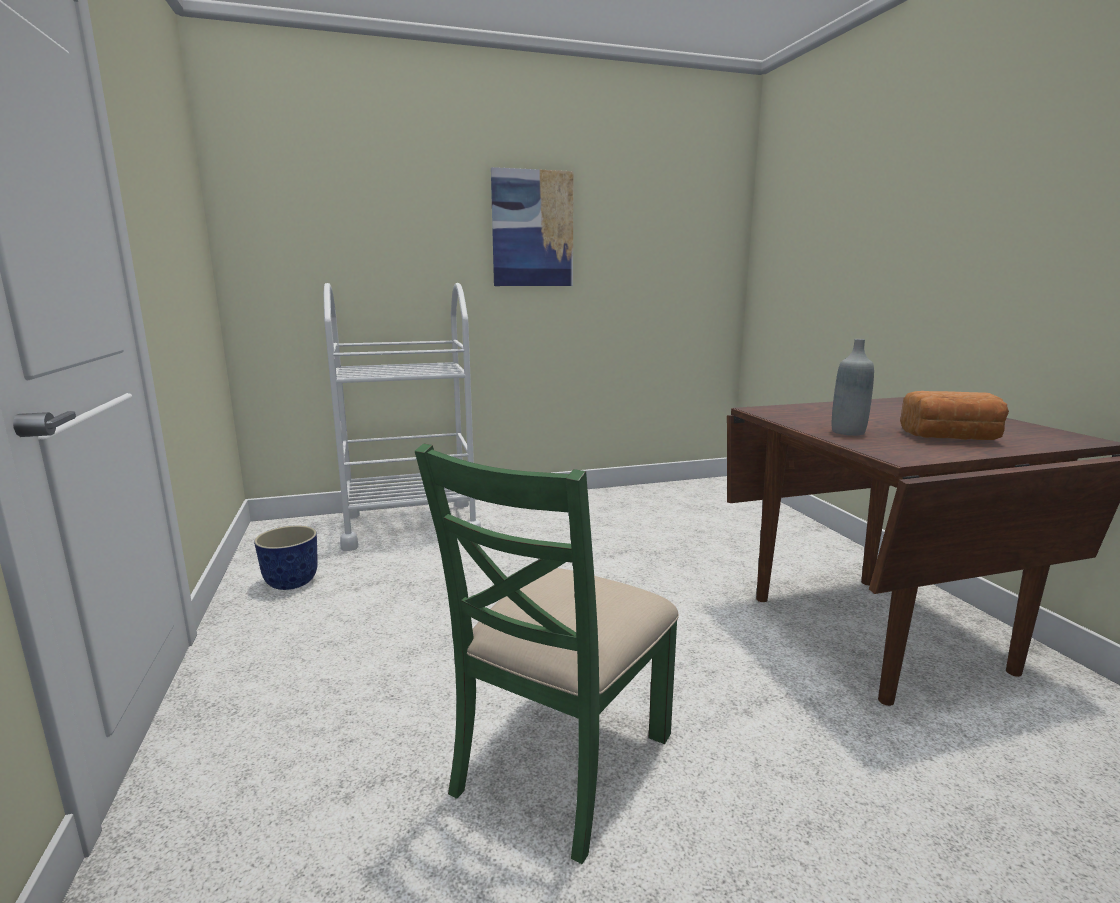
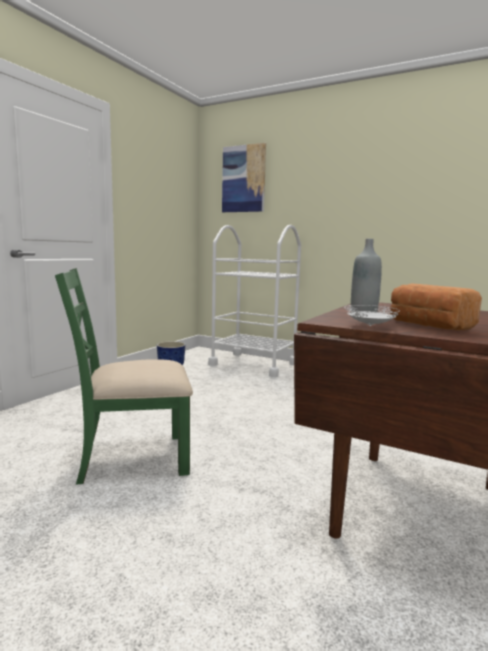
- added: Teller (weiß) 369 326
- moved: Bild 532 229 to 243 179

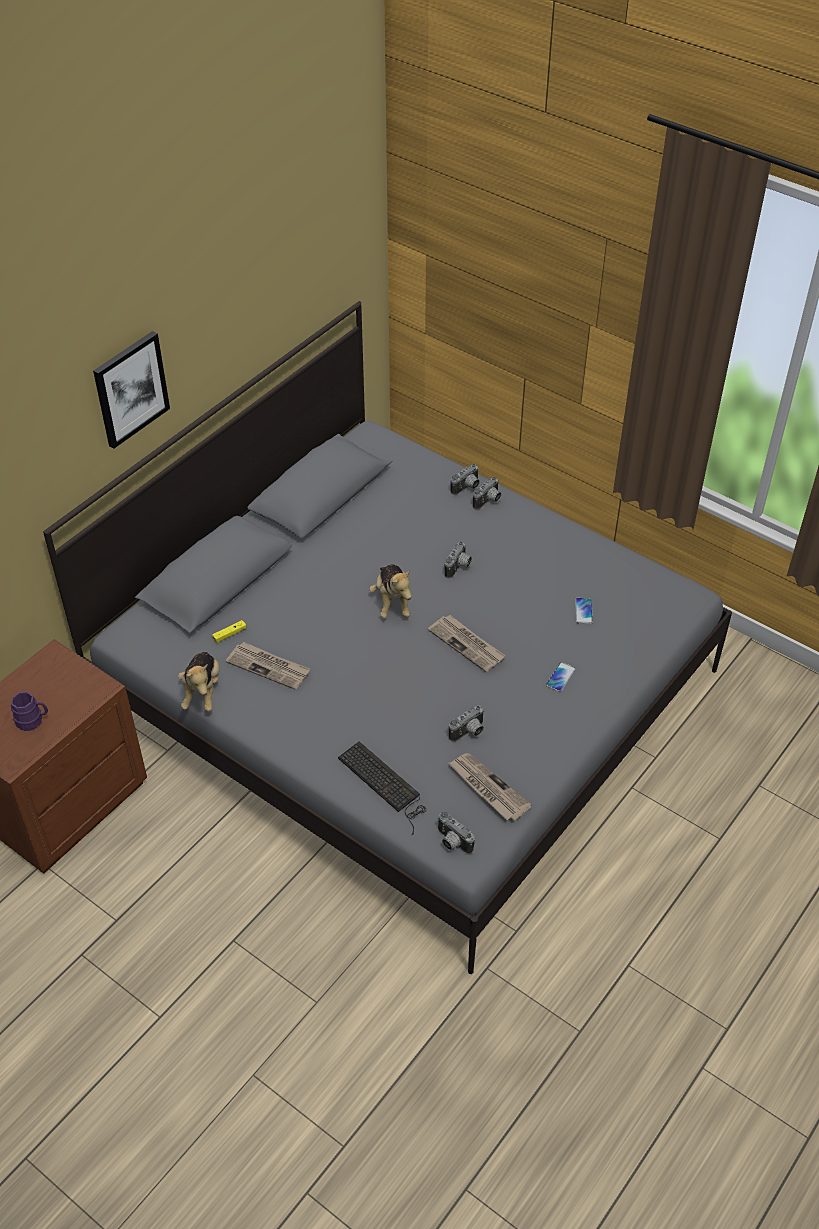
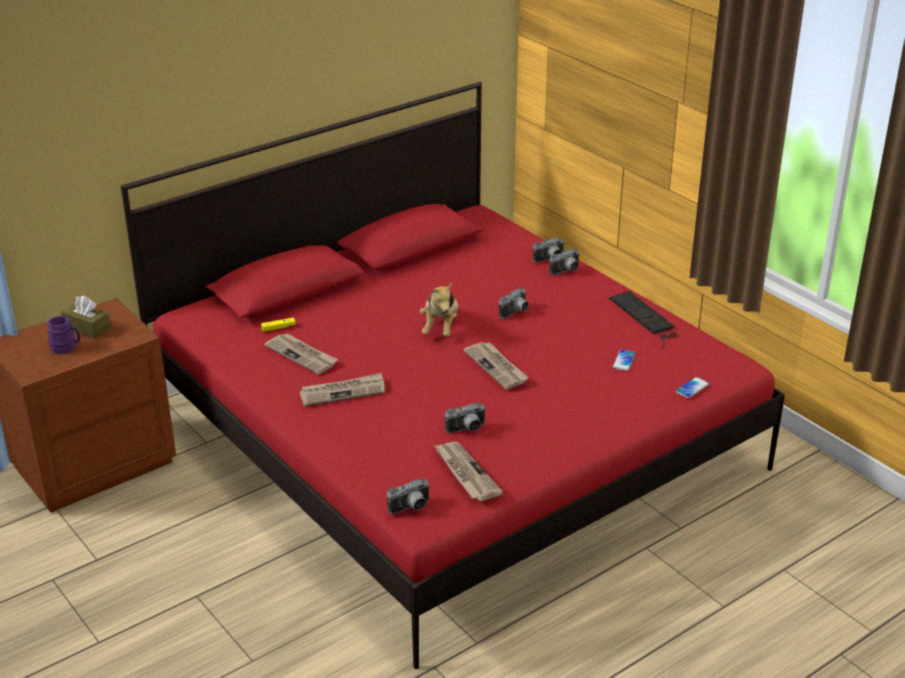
- removed: Bild 130 389
- removed: Plüschtier 202 691
- added: Taschentuchbox (braun) 87 328
- added: Zeitung 343 392
- moved: Tastatur 385 785 to 645 318
- moved: Handy 560 677 to 692 388
- recoloured: Bett (grau) 409 691 to Bett (rot) 452 435
- turned: Kamera 452 842 = 411 508 90 degrees counterclockwise

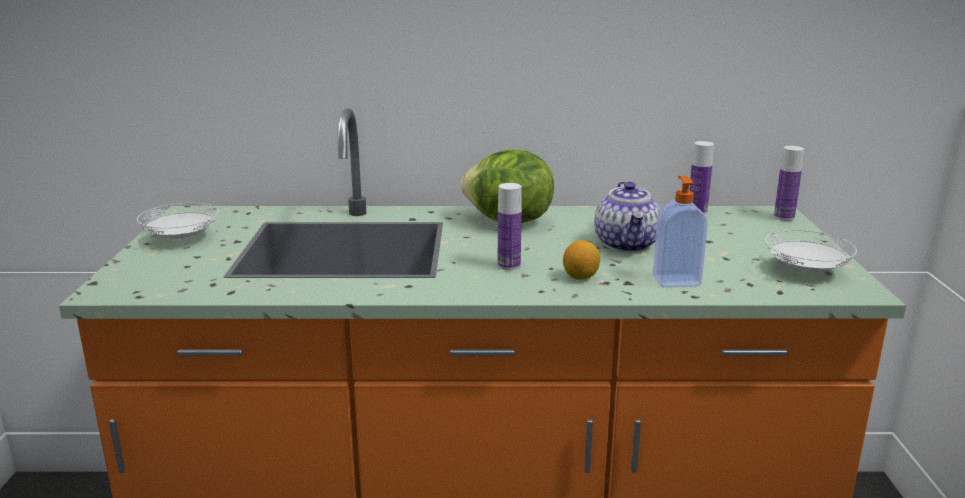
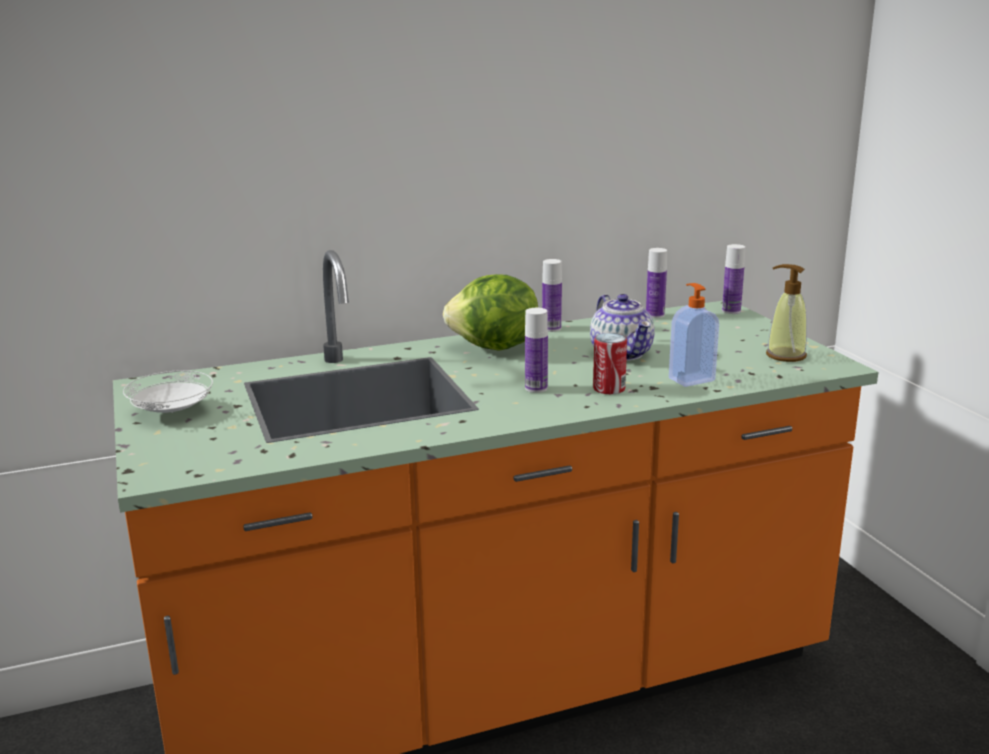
- added: Flasche 551 328
- replaced: Zitrone 580 277 to Dose 609 389
- replaced: Teller (weiß) 805 271 to Seifenspender 785 355

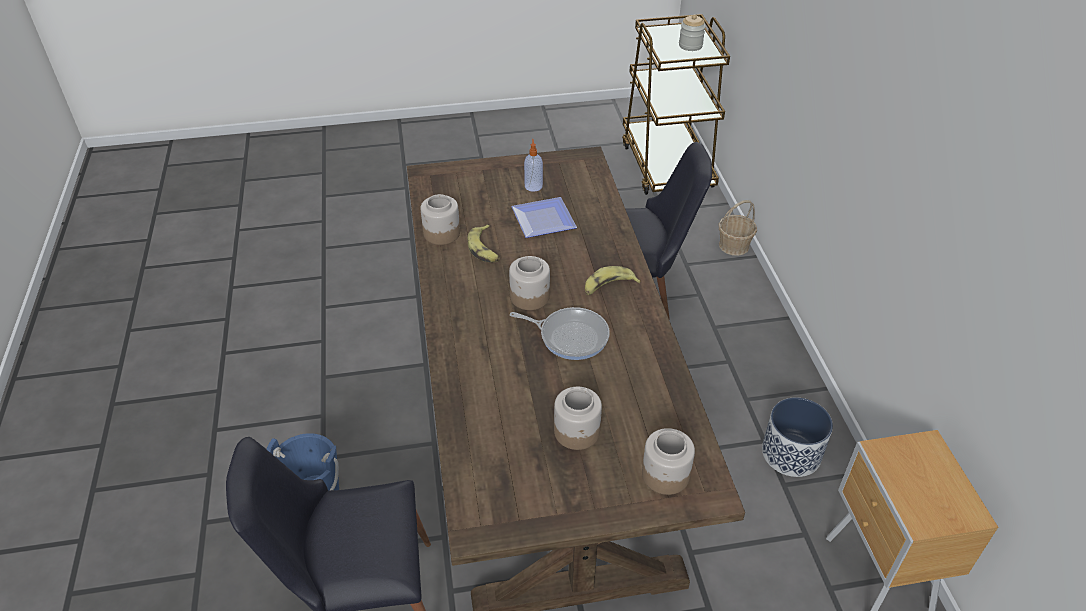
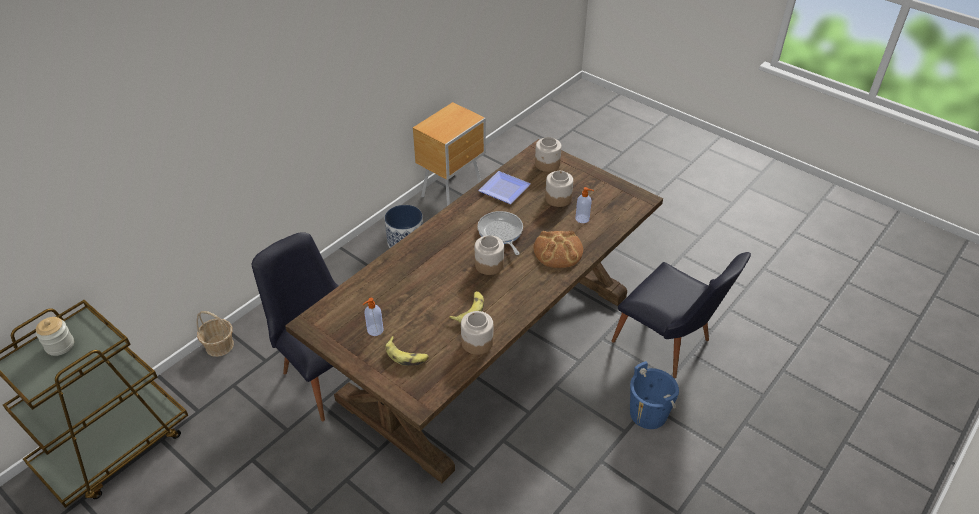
- added: Brot 558 251
- added: Seifenspender 583 219
- moved: Teller 541 219 to 504 190
- moved: Banane 608 286 to 406 355

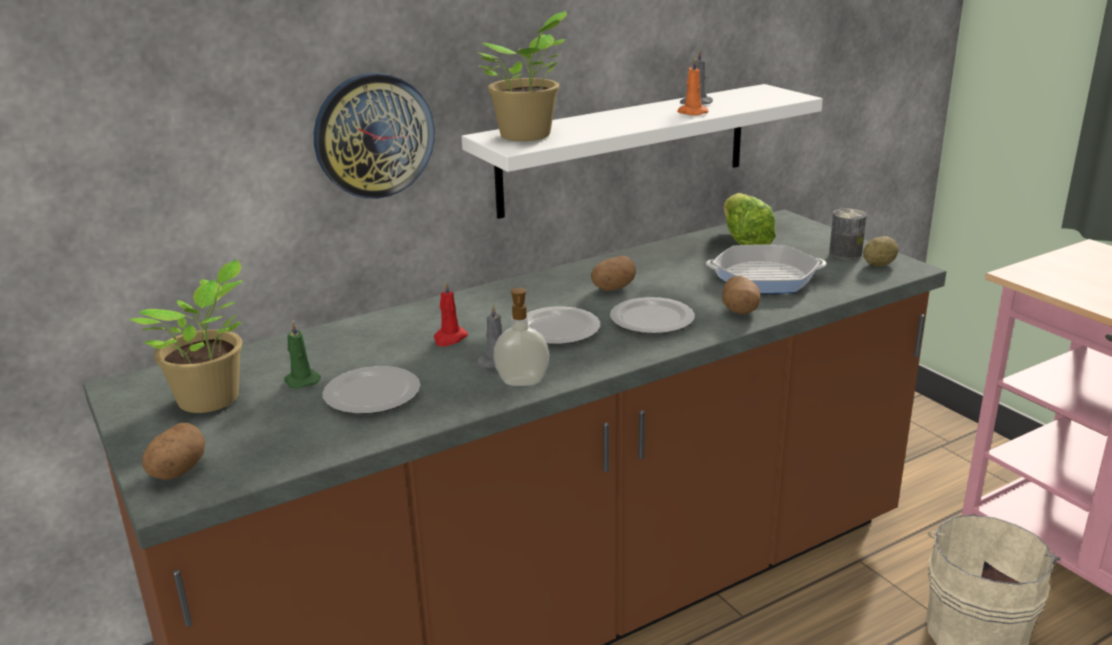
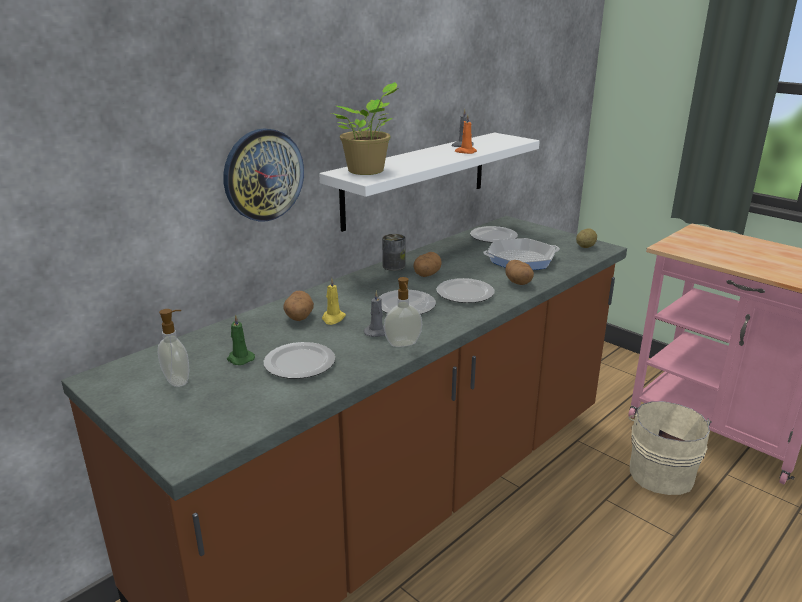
- moved: Kartoffel 177 472 to 299 318
- moved: Dose 845 254 to 393 266
- replaced: Topfpflanze 213 400 to Seifenspender 178 380
- replaced: Salatkopf 744 240 to Teller 493 237
- recoloured: Kerze (rot) 449 338 to Kerze (gelb) 333 318

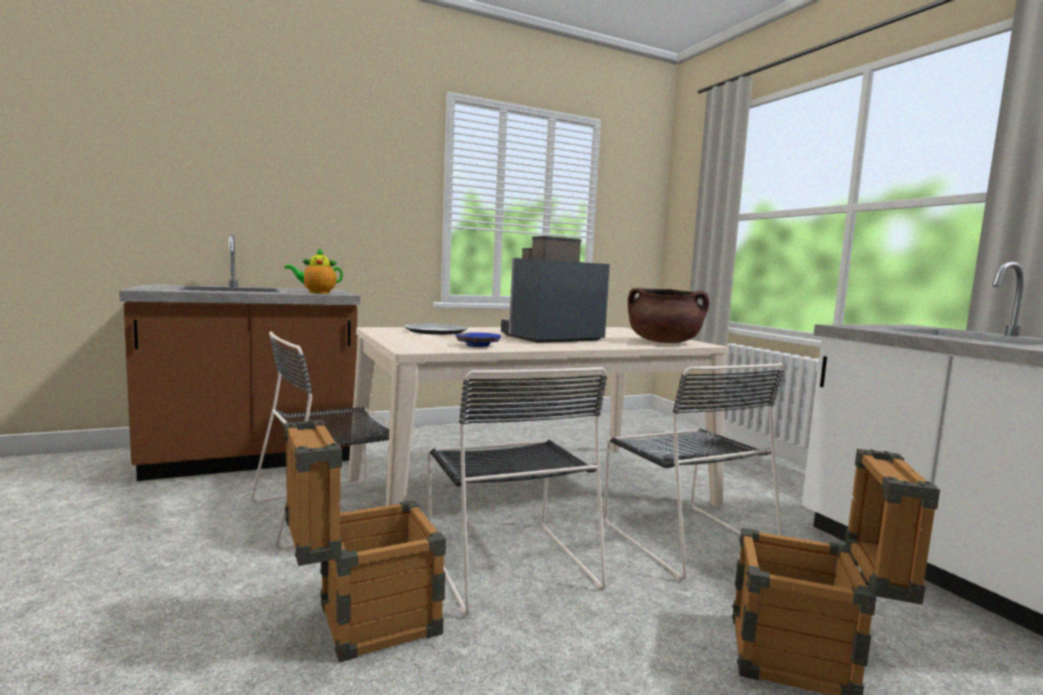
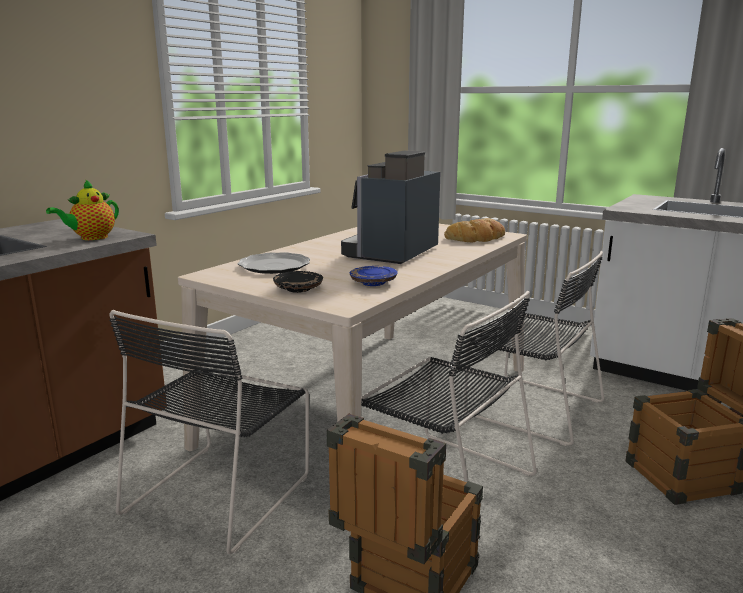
- added: Teller (schwarz) 298 289
- replaced: Kochtopf (braun) 664 342 to Brot 477 238

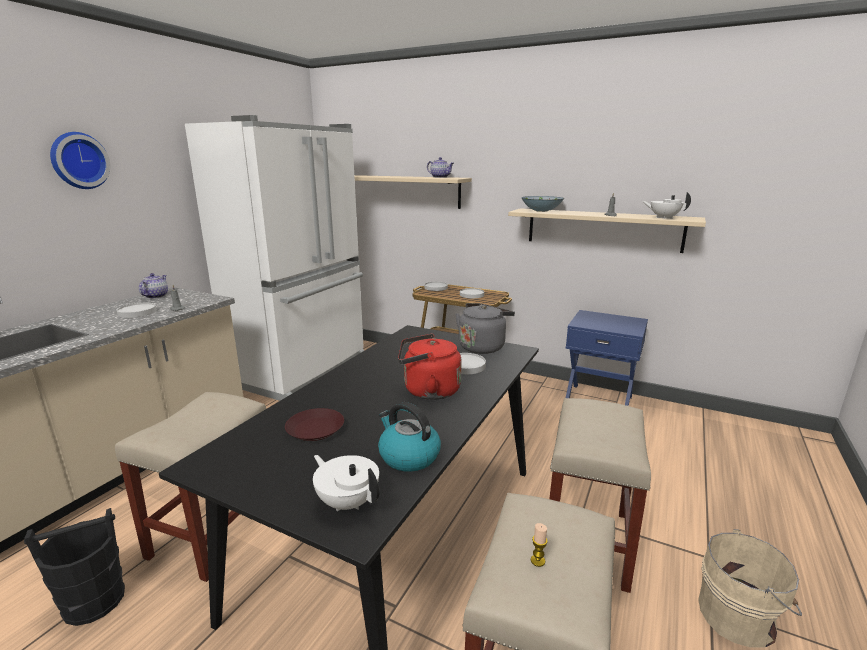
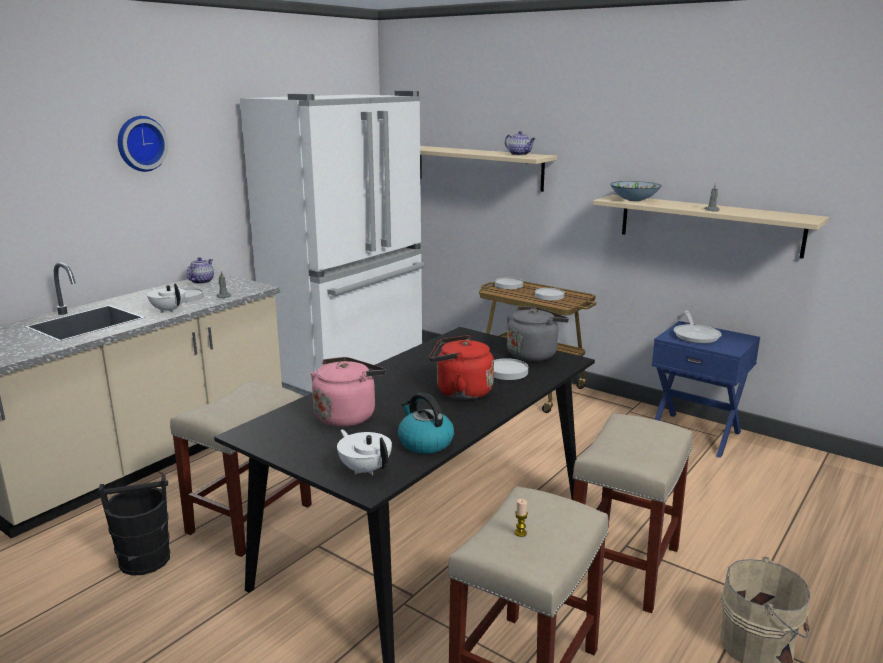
- added: Pfanne 696 335
- moved: Teekanne (weiß) 664 218 to 168 310
- replaced: Teller (braun) 316 429 to Wasserkessel (rosa) 347 415

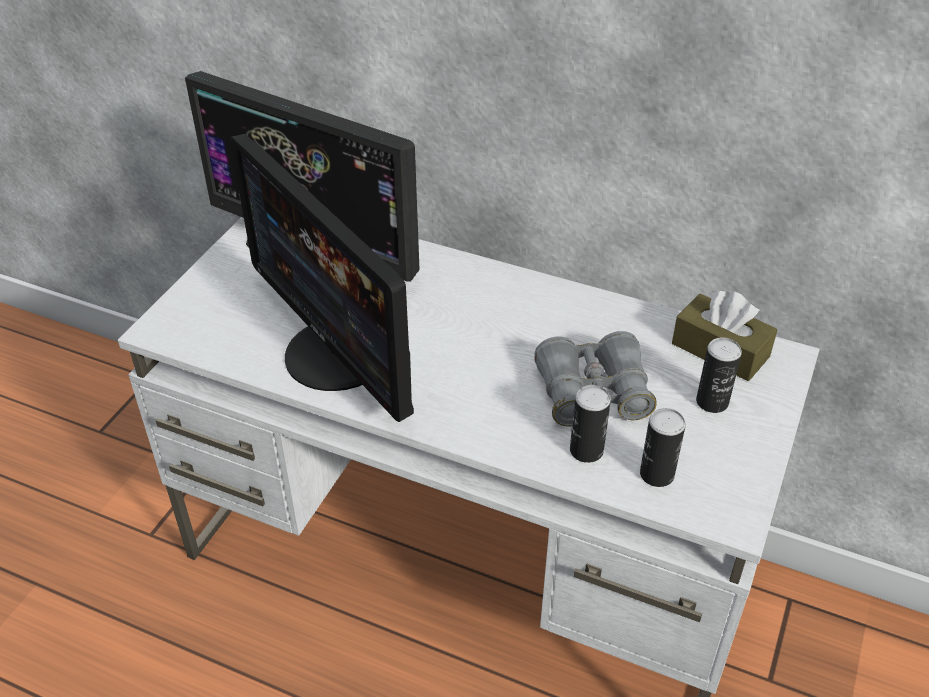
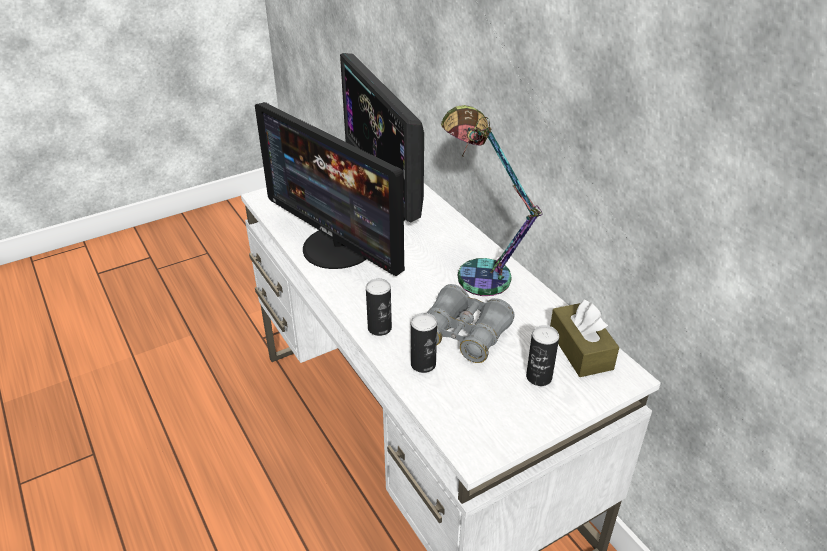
- added: Tischlampe 478 269
- moved: Dose 657 474 to 379 328
- turned: Monitor 337 354 = 338 247 45 degrees counterclockwise

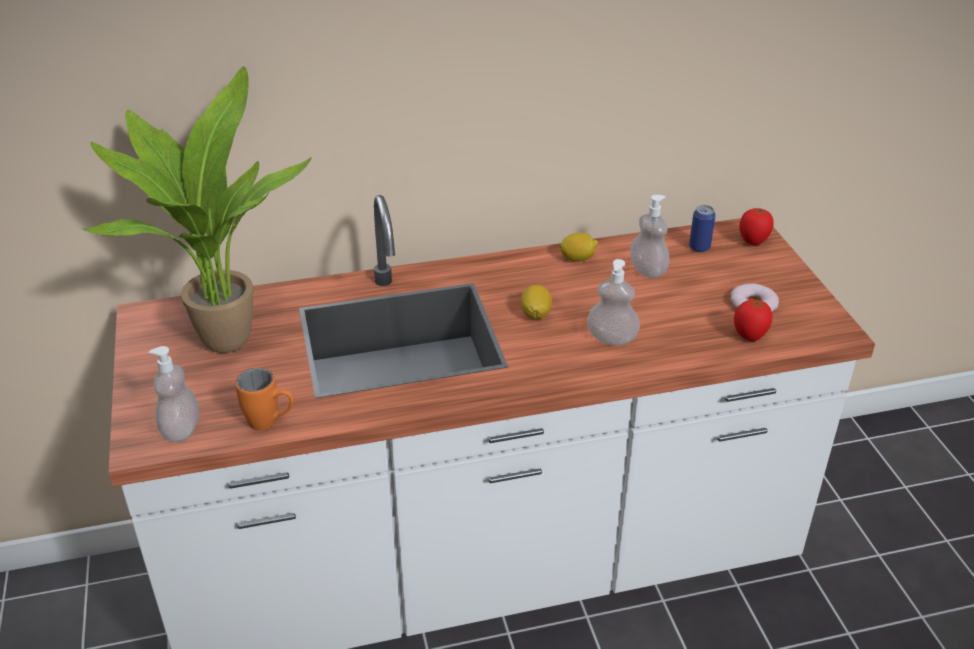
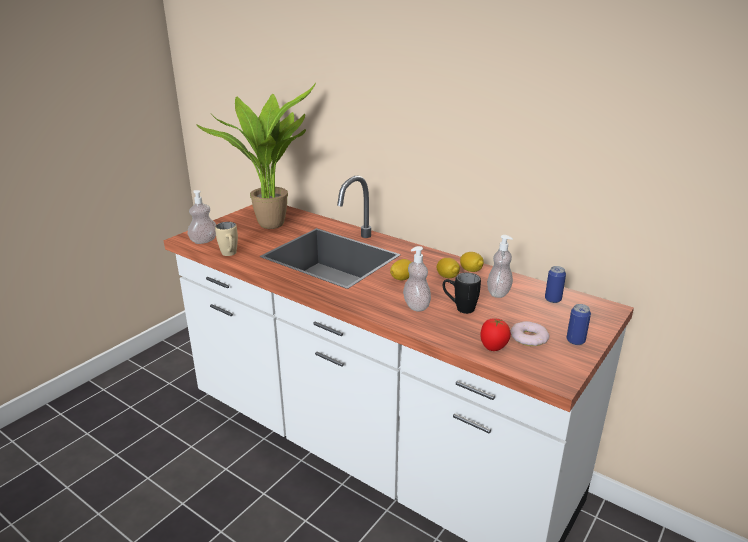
- removed: Tomate 753 242
- added: Zitrone 447 276
- added: Henkelbecher (schwarz) 459 308
- added: Dose 575 341
- recoloured: Henkelbecher (orange) 271 423 to Henkelbecher (beige) 230 255

